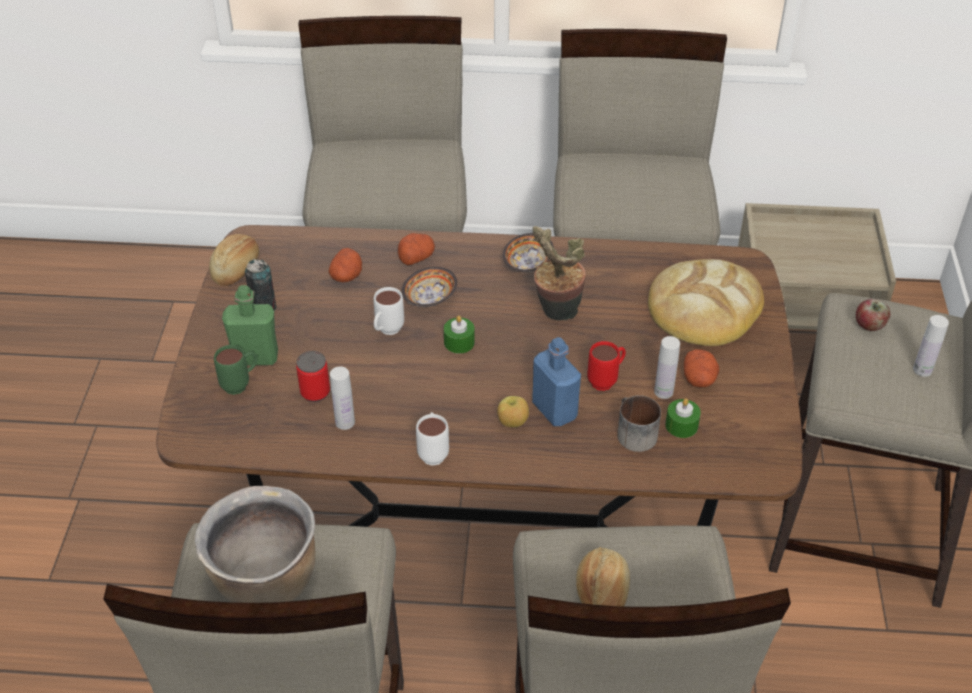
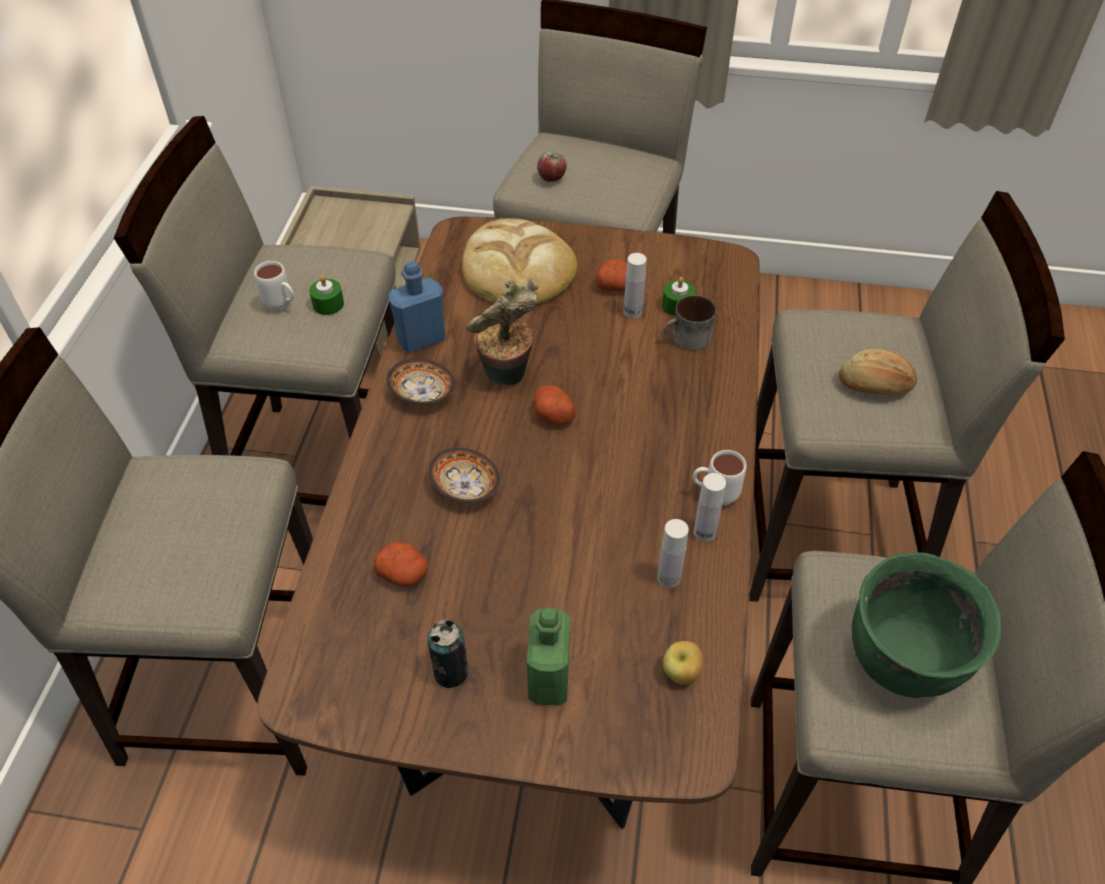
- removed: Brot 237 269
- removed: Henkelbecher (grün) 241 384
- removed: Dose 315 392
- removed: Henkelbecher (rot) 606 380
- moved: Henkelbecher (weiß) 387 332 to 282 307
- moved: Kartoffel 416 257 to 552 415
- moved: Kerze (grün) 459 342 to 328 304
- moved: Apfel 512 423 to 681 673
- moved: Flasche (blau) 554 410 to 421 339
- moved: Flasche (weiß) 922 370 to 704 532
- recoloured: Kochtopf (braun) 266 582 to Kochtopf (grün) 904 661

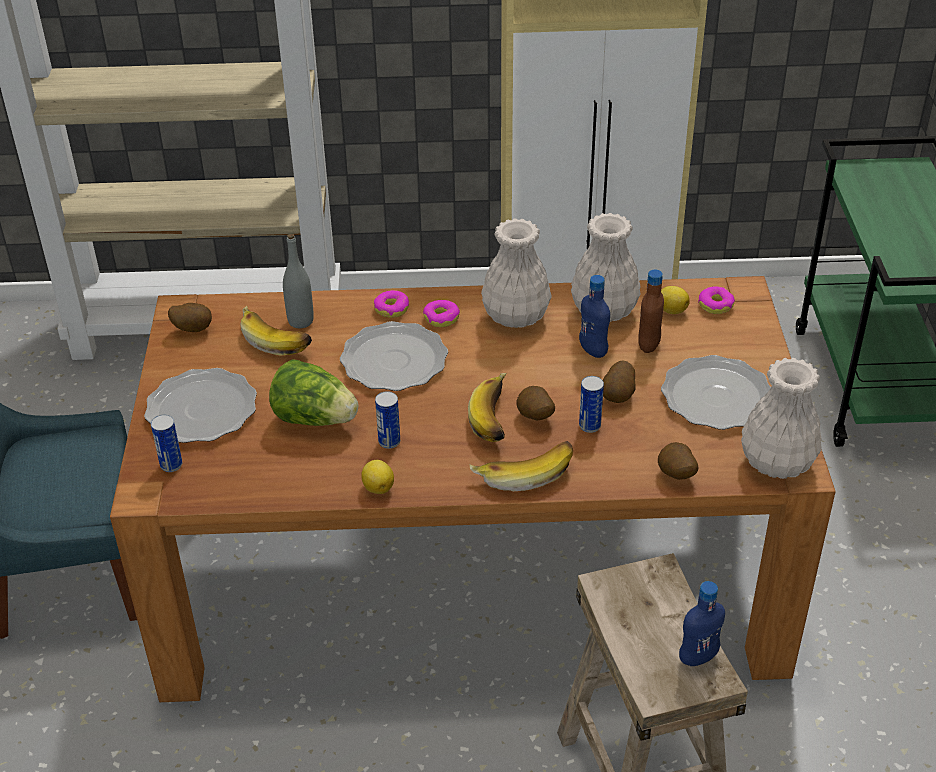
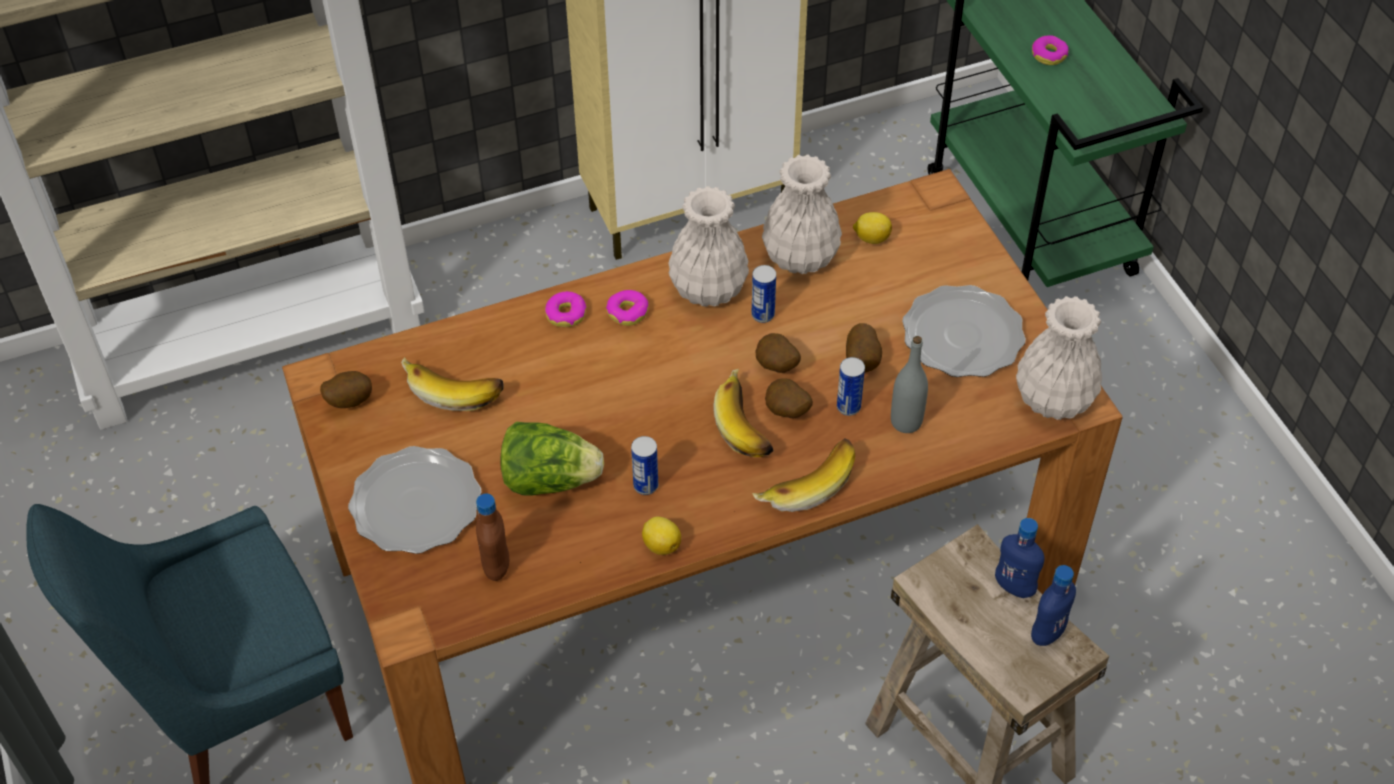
- removed: Teller 395 361
- moved: Dose 171 465 to 763 314
- moved: Flasche (grau) 300 321 to 906 422
- moved: Flasche (blau) 593 350 to 1014 587
- moved: Flasche (braun) 648 345 to 496 566
- moved: Kartoffel 675 476 to 776 367
- moved: Donut 715 305 to 1049 55

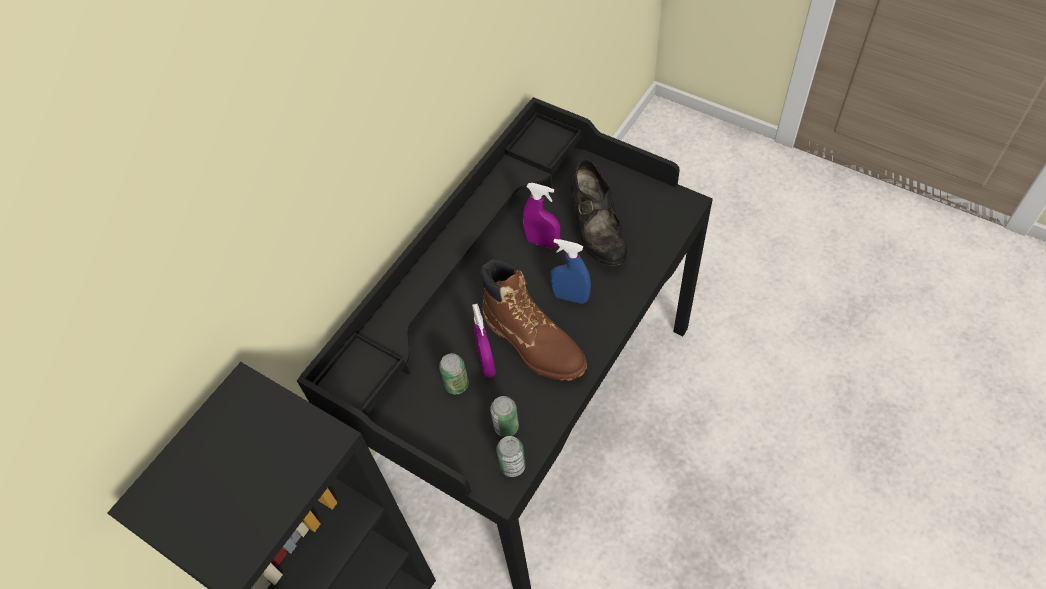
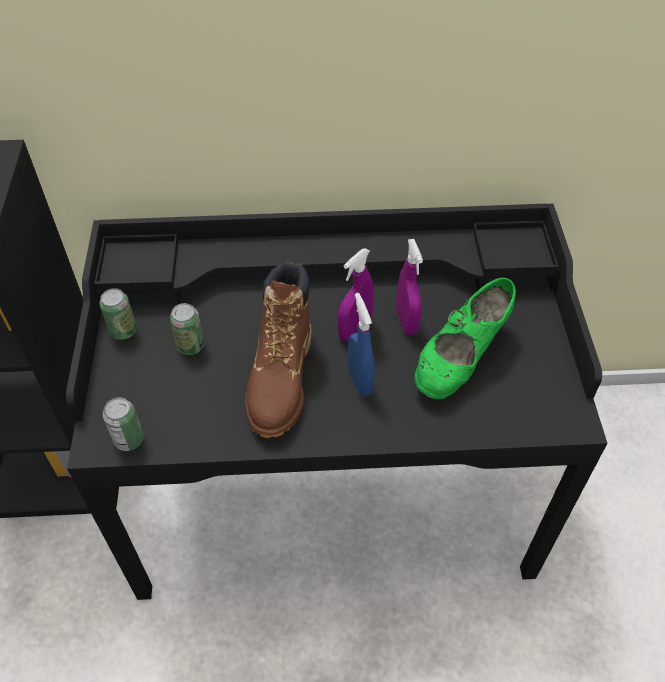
- moved: Sprühflasche (lila) 487 363 to 355 330
- moved: Dose 506 426 to 123 331
- recoloured: Schuh (schwarz) 596 231 to Schuh (grün) 460 359

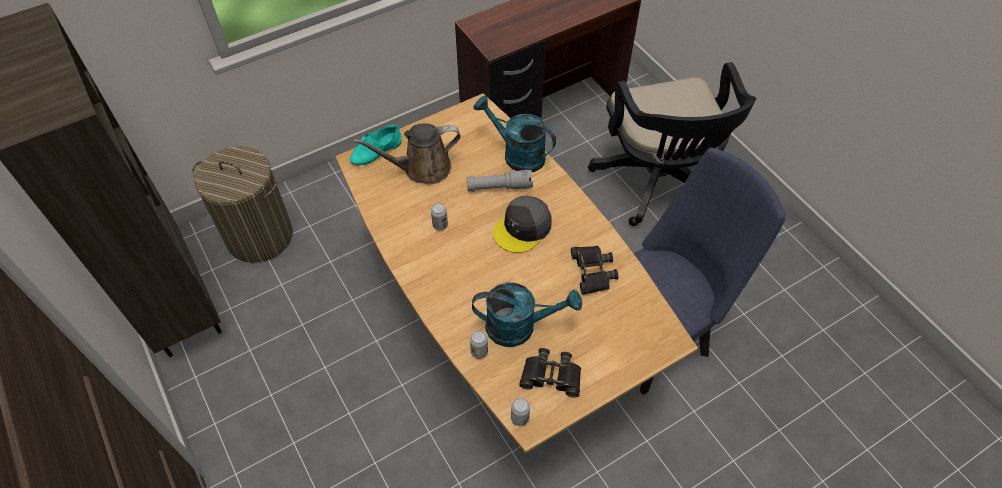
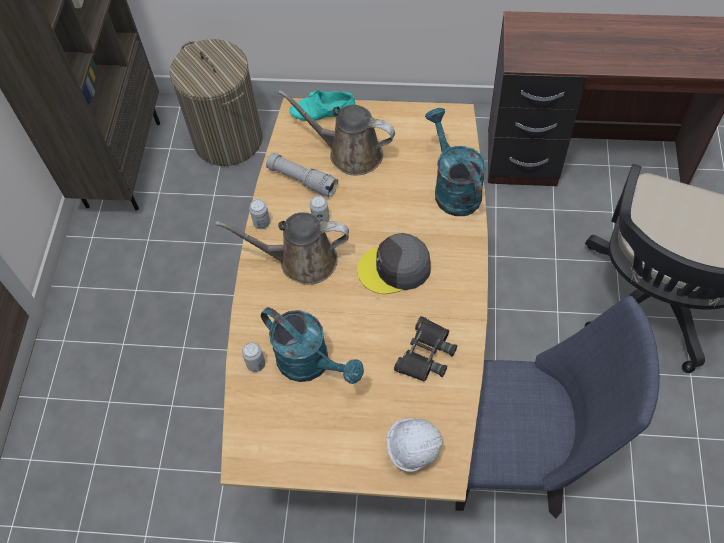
- removed: Fernglas (schwarz) 551 376
- added: Gießkanne (braun) 301 260
- added: Schutzhelm (weiß) 414 451
- moved: Taschenlampe (grau) 499 187 to 302 180
- moved: Dose 520 418 to 262 223

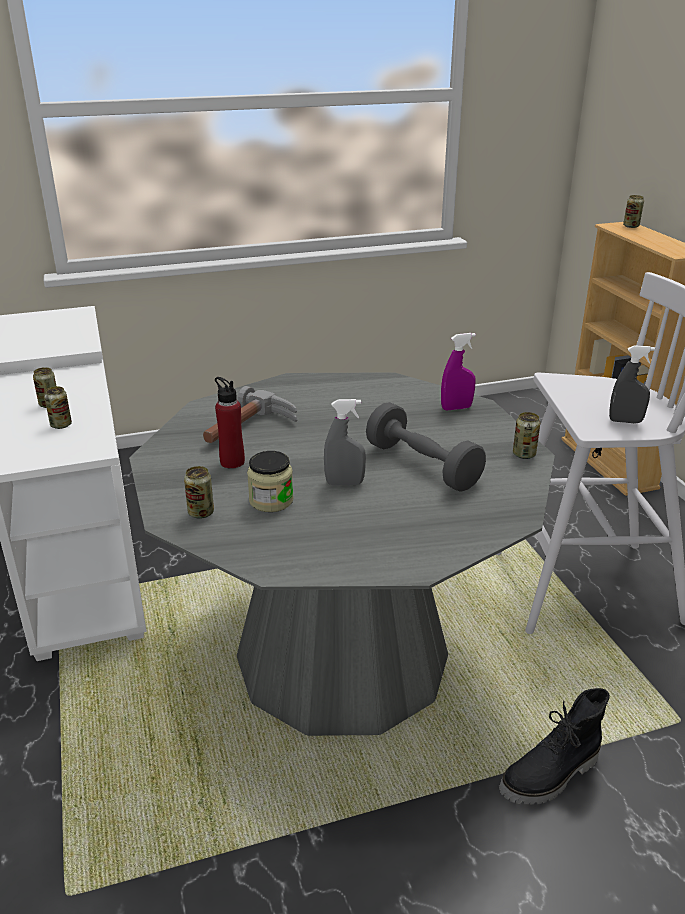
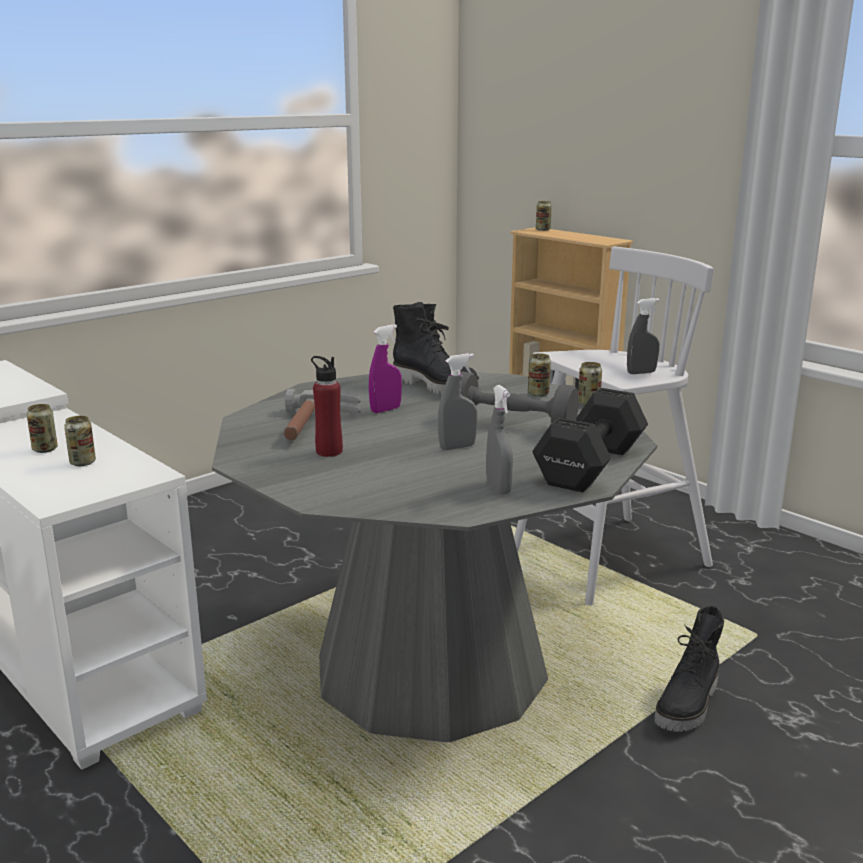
- removed: Vorratsglas 271 500
- added: Stiefel (schwarz) 437 387
- added: Sprühflasche (grau) 498 488
- added: Hantel (schwarz) 588 467
- moved: Dose 201 513 to 538 394
- moved: Sprühflasche (lila) 456 408 to 385 410

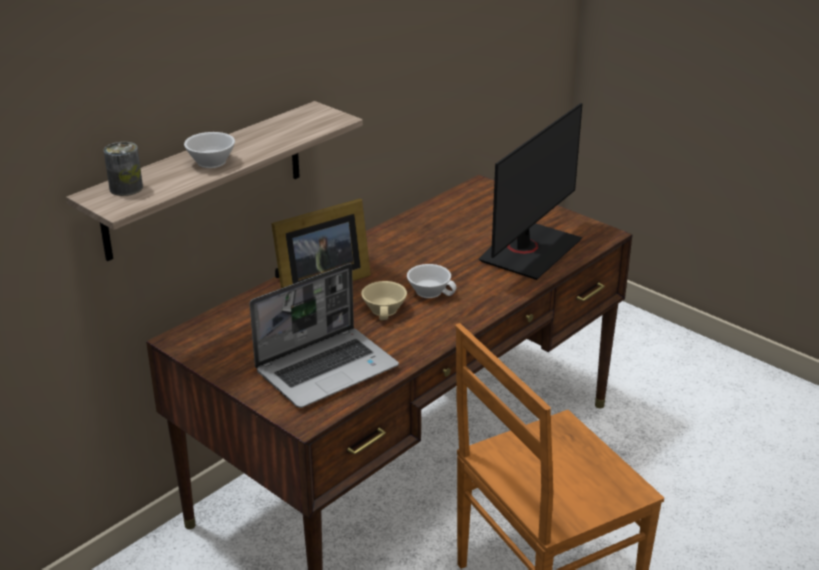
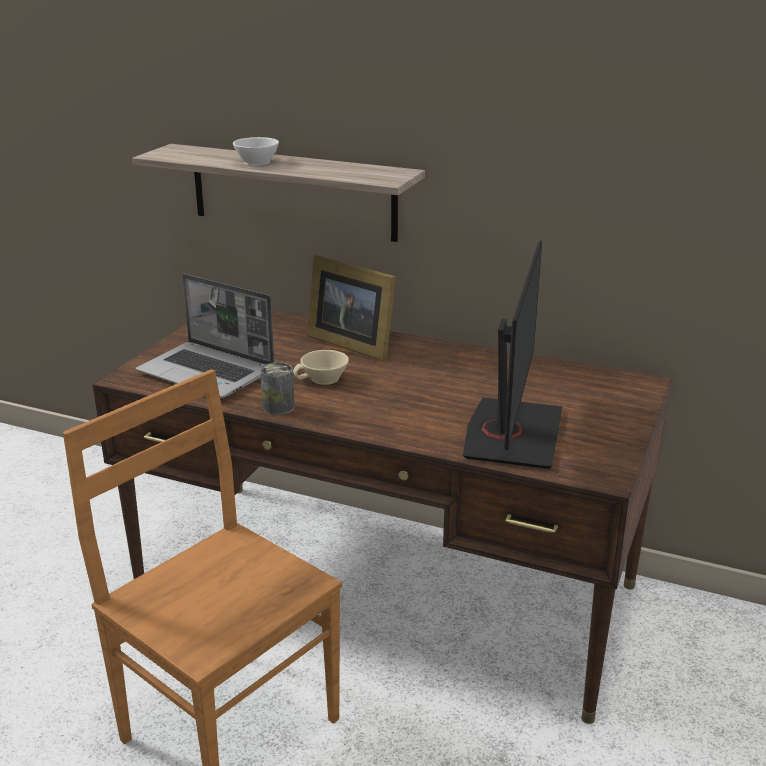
- removed: Tasse (weiß) 431 291
- moved: Dose 126 188 to 278 407
- turned: Monitor 529 250 = 512 433 90 degrees counterclockwise

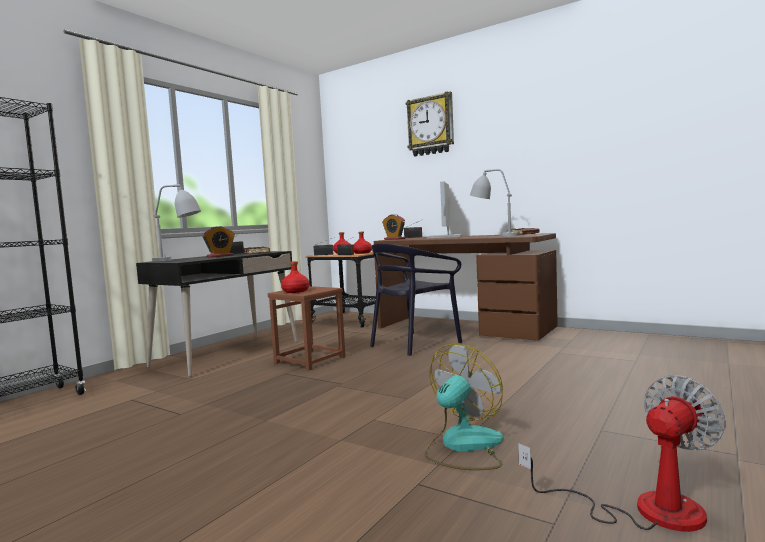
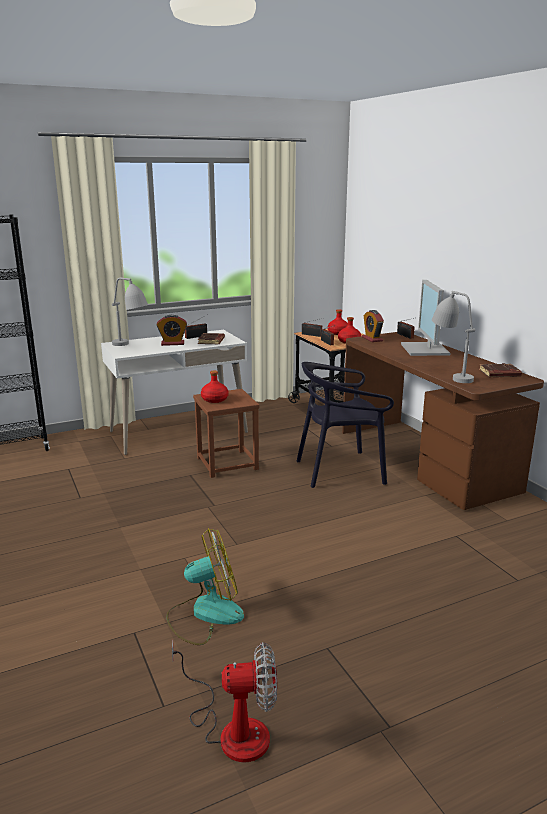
- removed: Wanduhr 431 125
- recoloured: Schreibtisch (schwarz) 227 354 to Schreibtisch (weiß) 178 432
- turned: Monitor 445 237 = 425 349 45 degrees counterclockwise

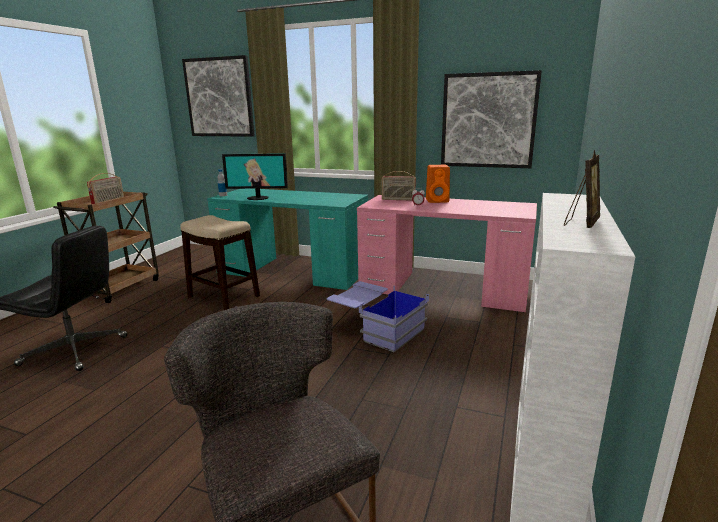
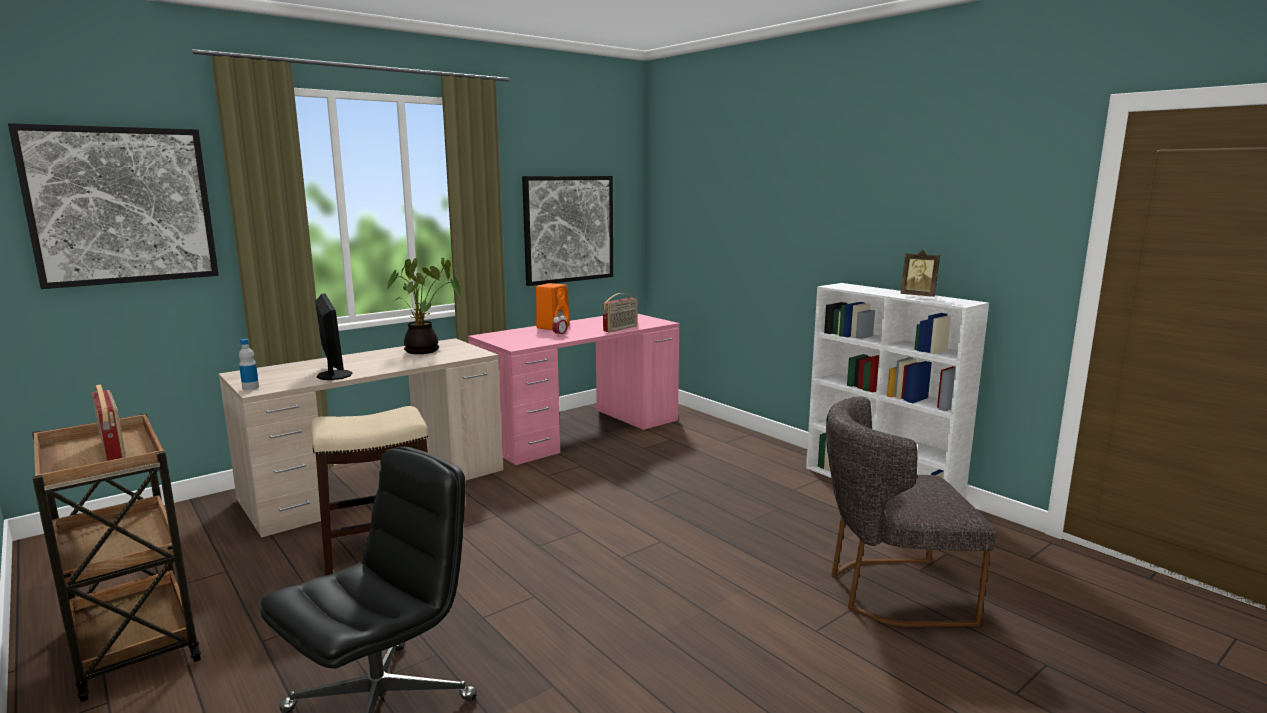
- removed: Aufbewahrungsbox (blau) 376 329
- added: Topfpflanze 425 351
- moved: Radio 398 199 to 620 329
- recoloured: Schreibtisch (türkis) 293 271 to Schreibtisch (beige) 377 484
- turned: Monitor 258 198 = 333 375 60 degrees counterclockwise
- turned: Bilderrahmen 581 224 = 919 296 150 degrees clockwise

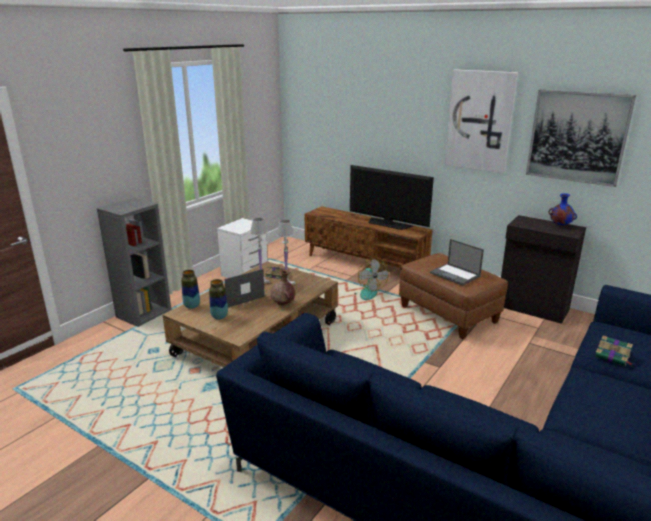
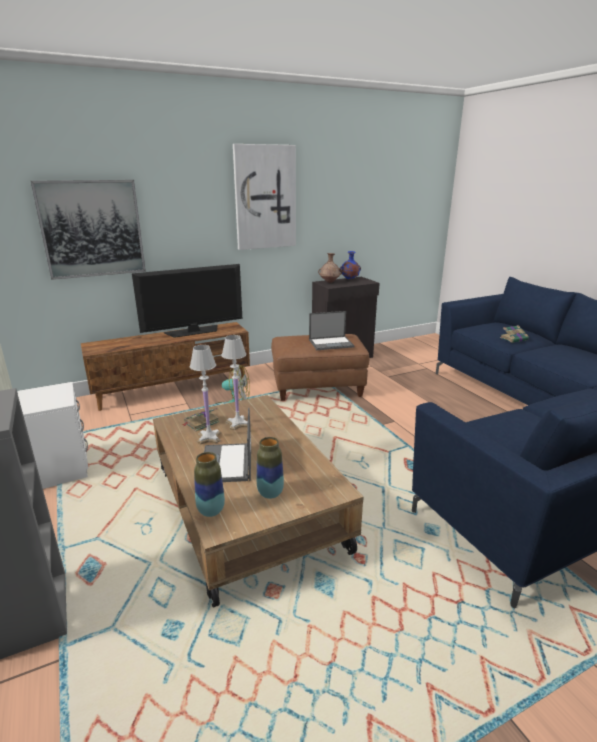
- moved: Vase (braun) 283 304 to 330 282
- moved: Bild 577 137 to 92 229

